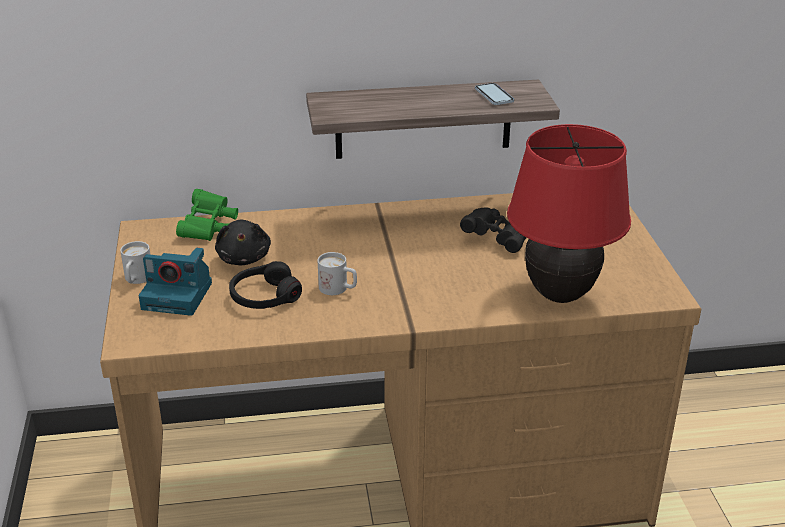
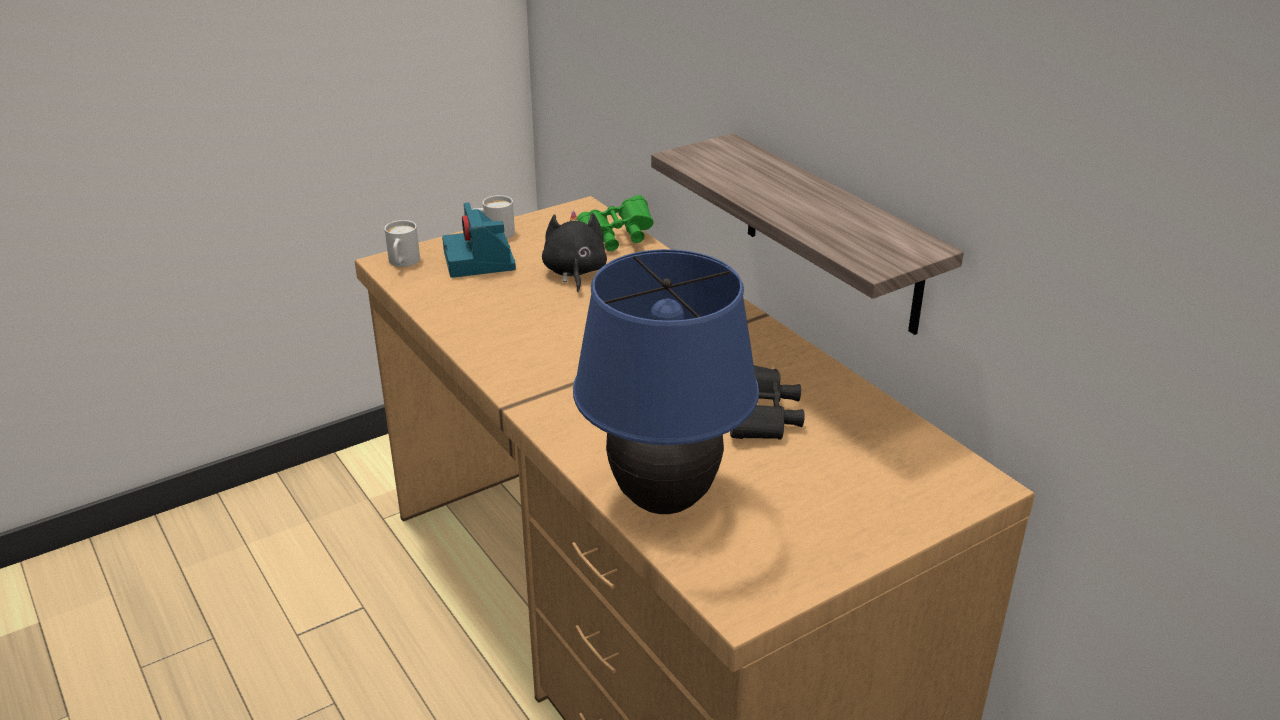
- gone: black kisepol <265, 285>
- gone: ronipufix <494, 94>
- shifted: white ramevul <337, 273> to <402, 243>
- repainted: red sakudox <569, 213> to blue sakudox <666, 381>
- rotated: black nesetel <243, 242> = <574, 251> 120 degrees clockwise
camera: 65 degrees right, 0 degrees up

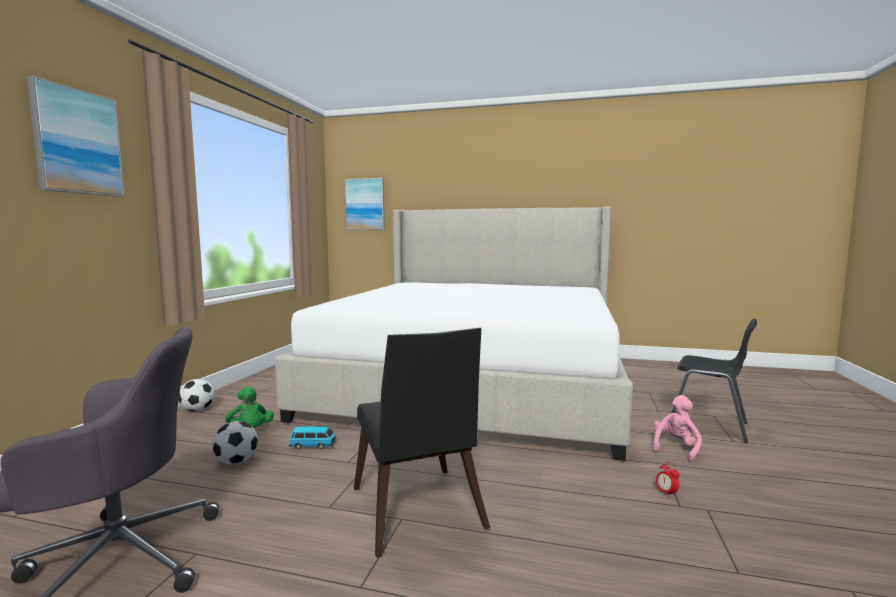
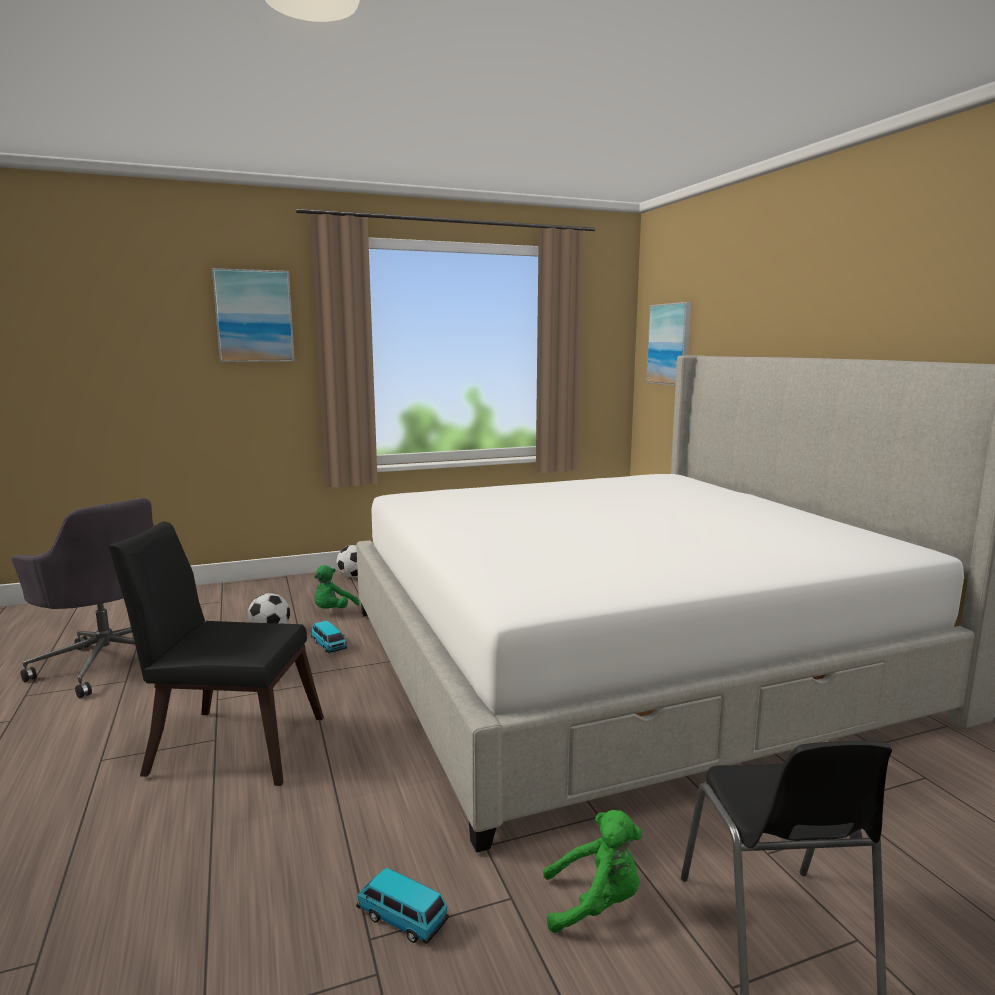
- swapped: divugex <668, 480> to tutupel <402, 906>
- repainted: pink nesetel <677, 428> to green nesetel <592, 871>
- rotated: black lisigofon <422, 443> = <216, 653> 60 degrees clockwise
camera: 55 degrees right, 5 degrees up

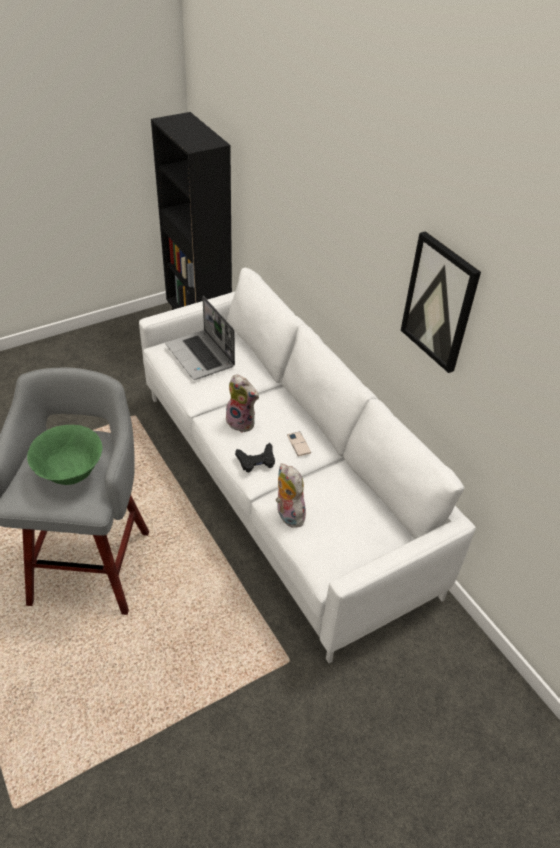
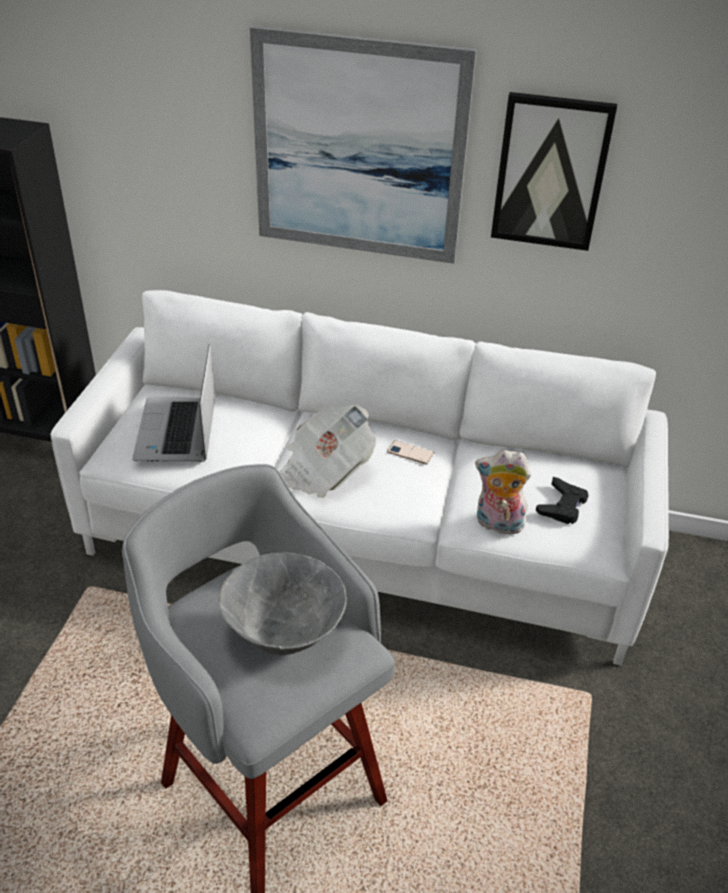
- new: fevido <363, 145>
- shifted: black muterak <255, 457> to <562, 500>
- swapped: nesetel <242, 403> to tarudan <327, 451>
- repainted: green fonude <65, 455> to grey fonude <283, 603>
- rotated: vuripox <200, 338> = <174, 403> 75 degrees clockwise
camera: 45 degrees left, 5 degrees down

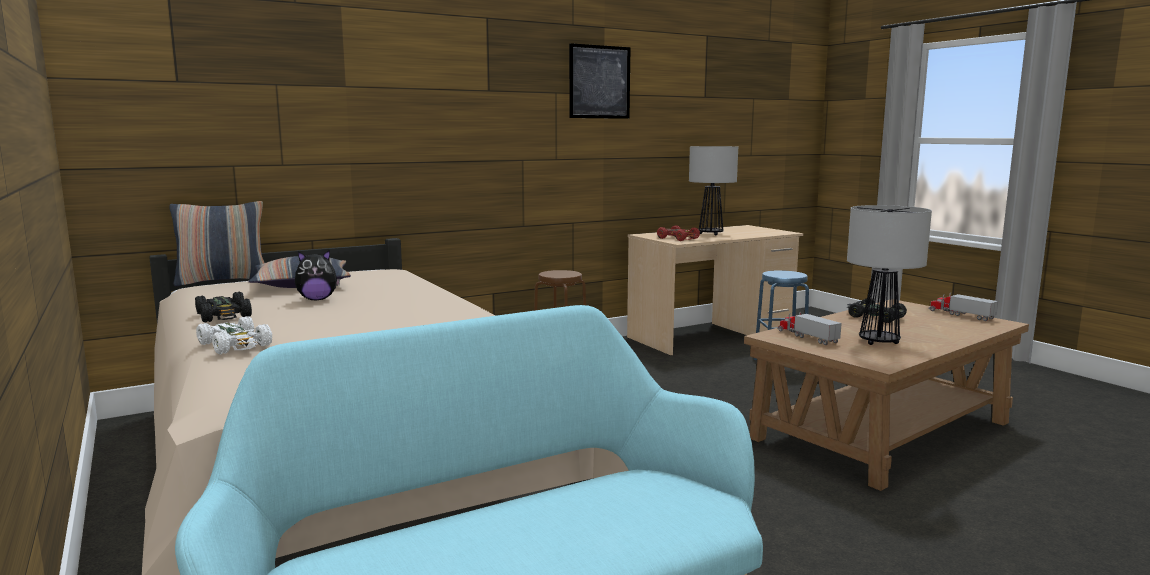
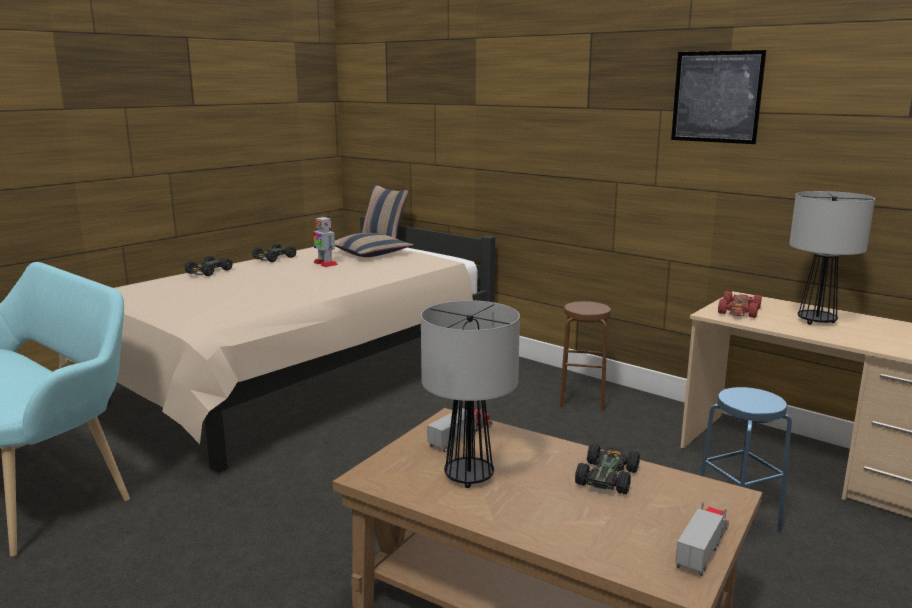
- swapped: nesetel <317, 275> to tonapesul <325, 241>
- repainted: white tutupel <234, 335> to black tutupel <209, 266>
camera: 70 degrees right, 5 degrees up

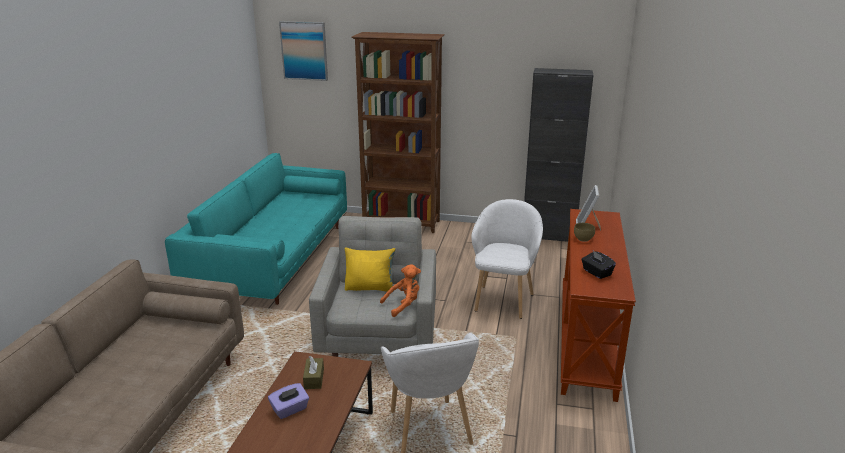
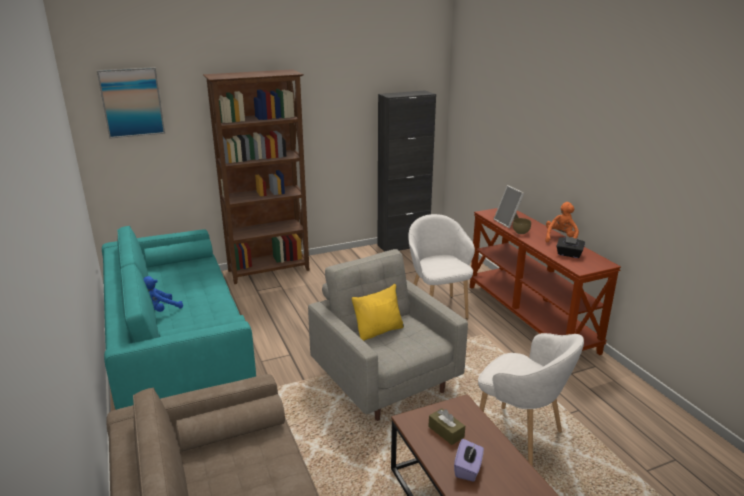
- new: blue nesetel <163, 294>
- shifted: orange nesetel <400, 290> to <562, 222>
camera: 35 degrees left, 0 degrees up

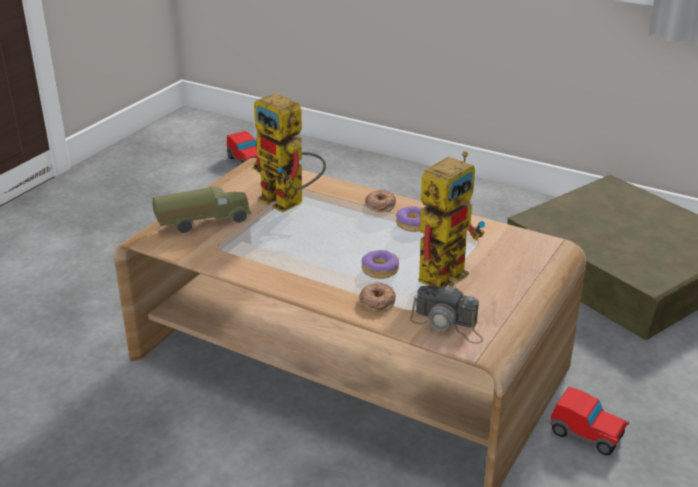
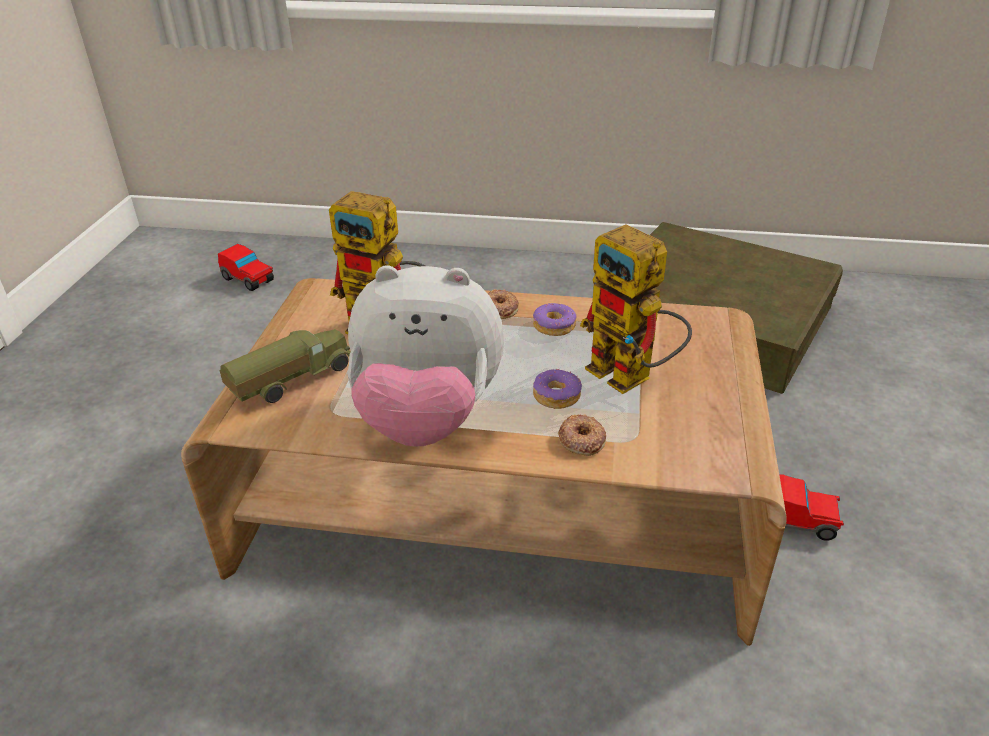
- gone: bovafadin <446, 314>
- new: nesetel <425, 356>
- rotated: tonapesul <451, 220> = <636, 309> 120 degrees clockwise
camera: 20 degrees left, 5 degrees up

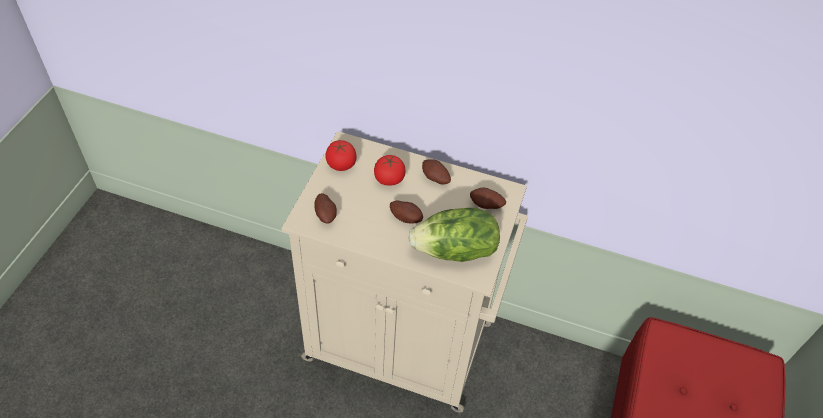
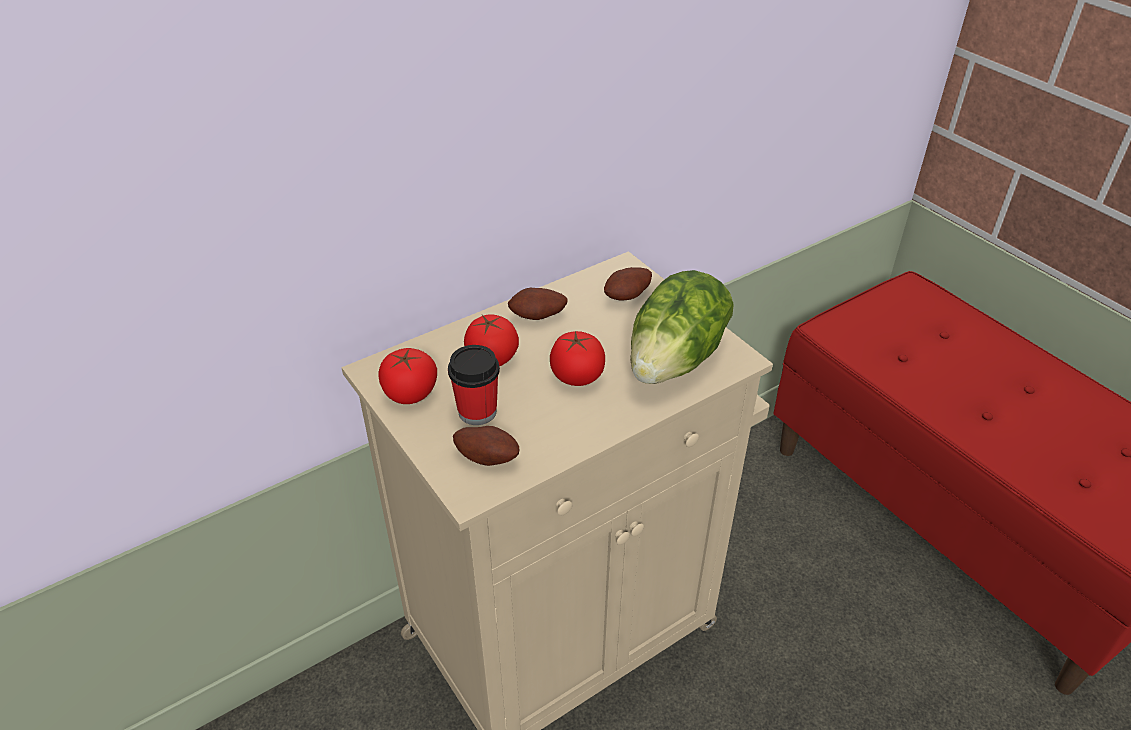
- new: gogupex <474, 385>
- swapped: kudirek <406, 211> to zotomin <577, 358>
camera: 50 degrees left, 10 degrees down

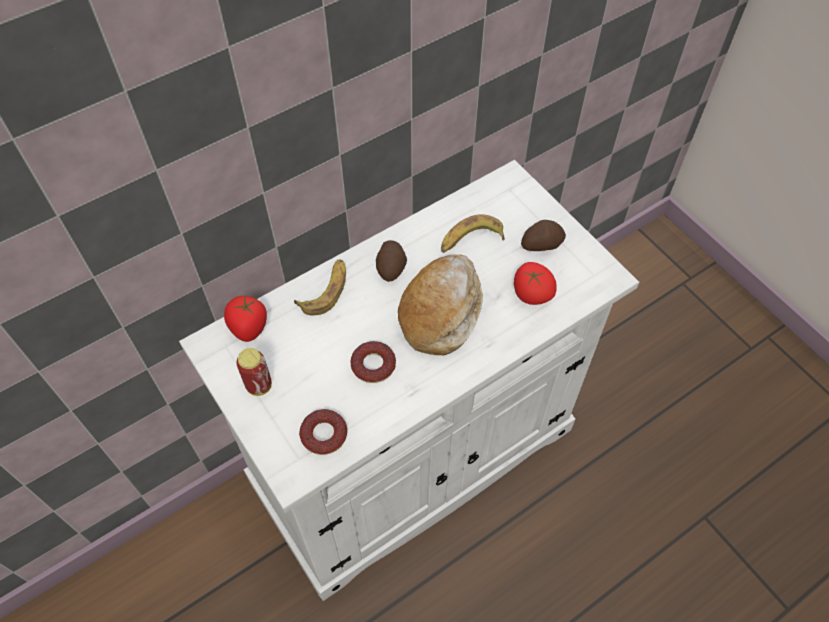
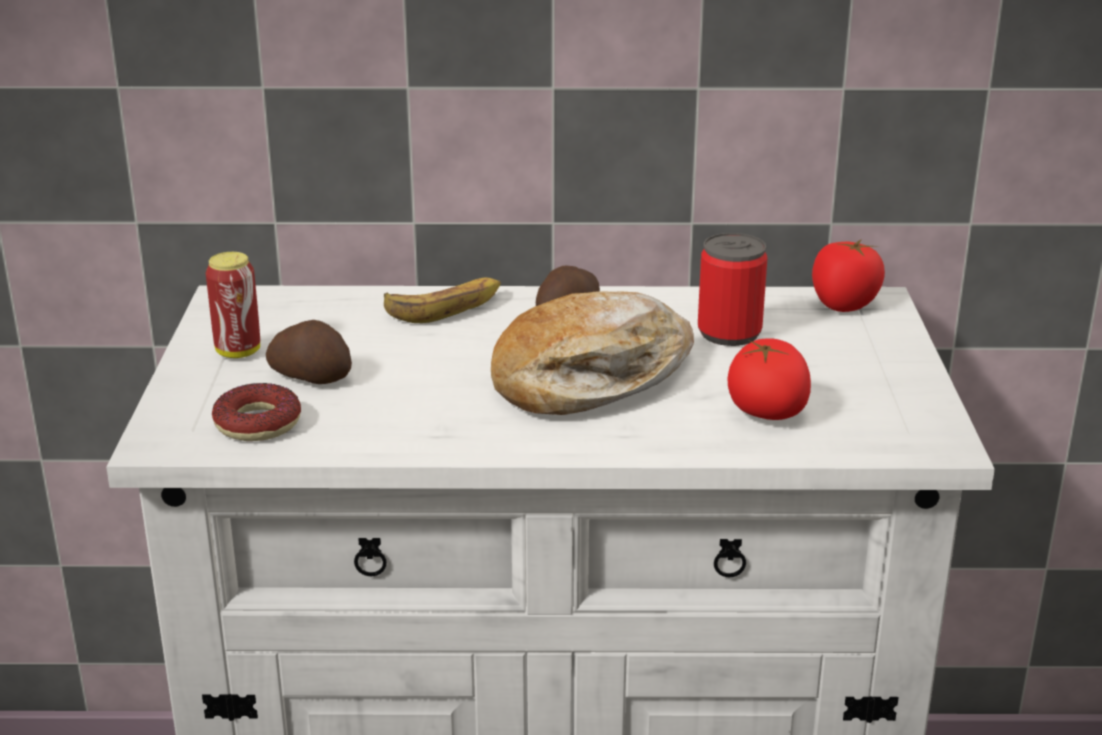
- gone: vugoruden <373, 362>
- shifted: zotomin <245, 319> to <848, 275>
- shifted: kudirek <543, 235> to <309, 352>
- swapped: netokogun <473, 233> to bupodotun <732, 289>
camera: 35 degrees right, 30 degrees down

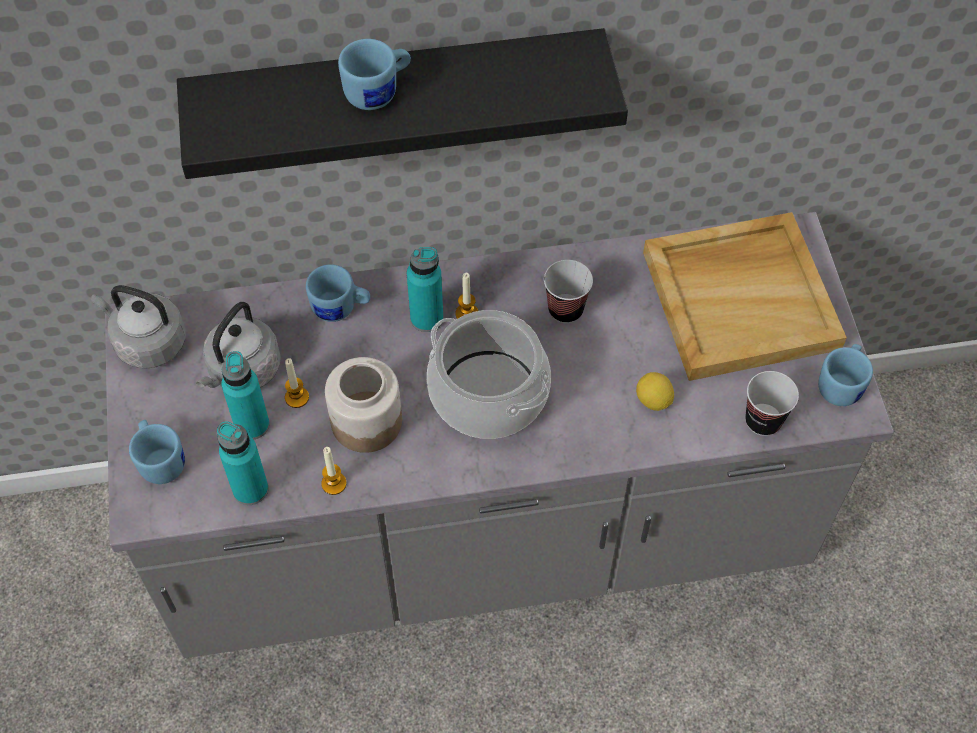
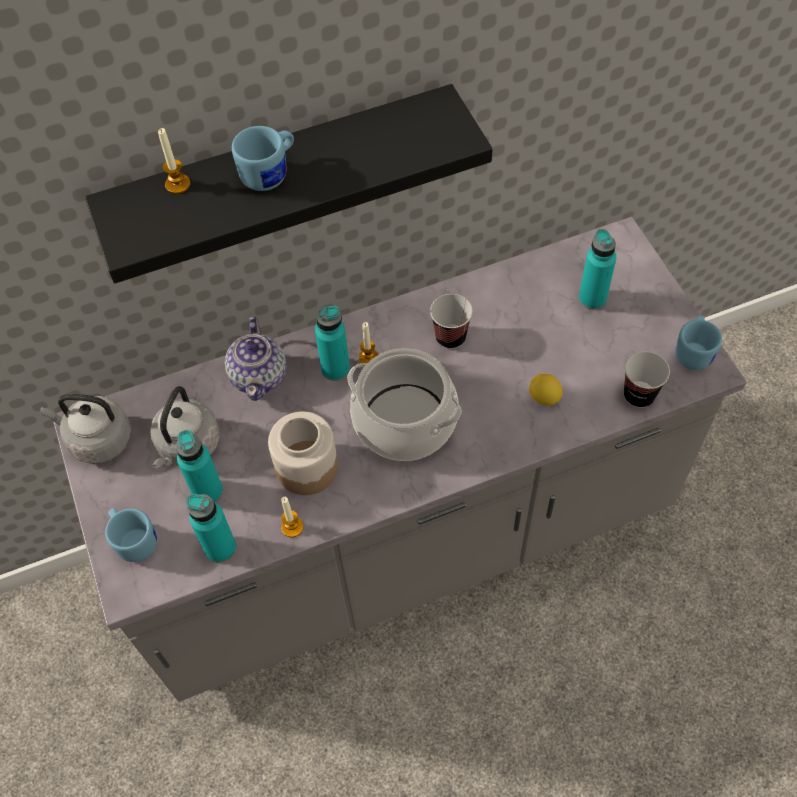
- shifted: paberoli <297, 383> to <174, 161>
- swapped: blue ramevul <338, 293> to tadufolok <256, 358>
- swapped: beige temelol <745, 296> to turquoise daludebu <597, 269>
camera: 10 degrees left, 0 degrees up

